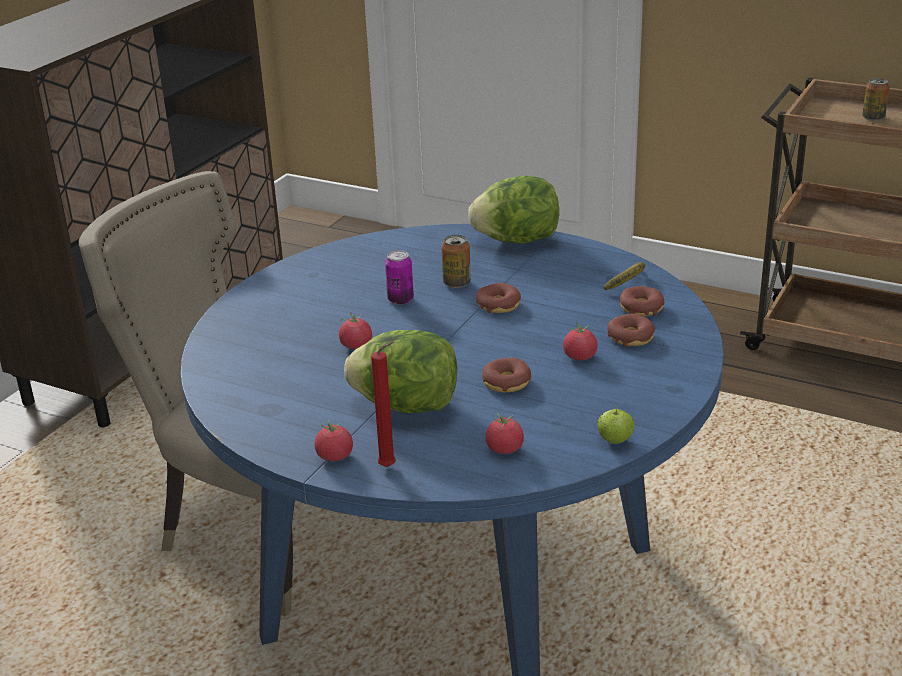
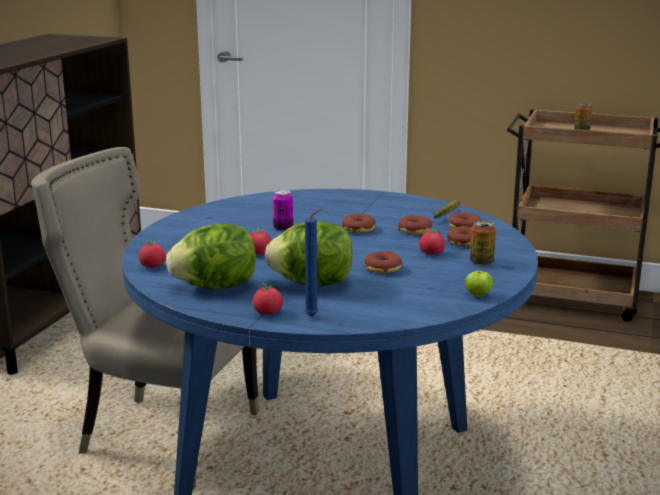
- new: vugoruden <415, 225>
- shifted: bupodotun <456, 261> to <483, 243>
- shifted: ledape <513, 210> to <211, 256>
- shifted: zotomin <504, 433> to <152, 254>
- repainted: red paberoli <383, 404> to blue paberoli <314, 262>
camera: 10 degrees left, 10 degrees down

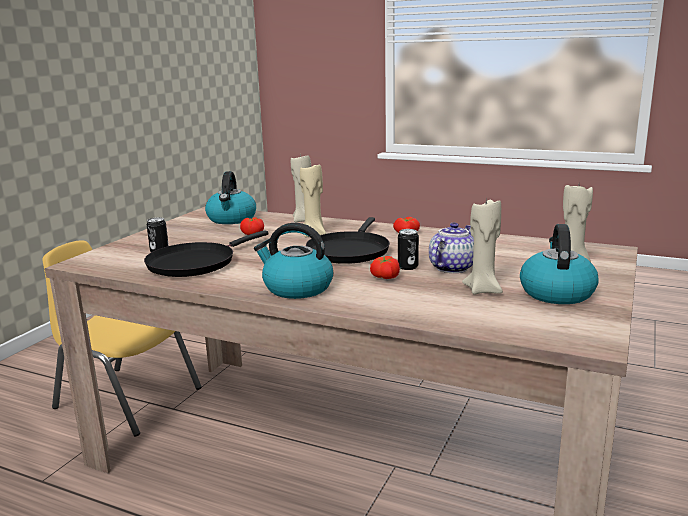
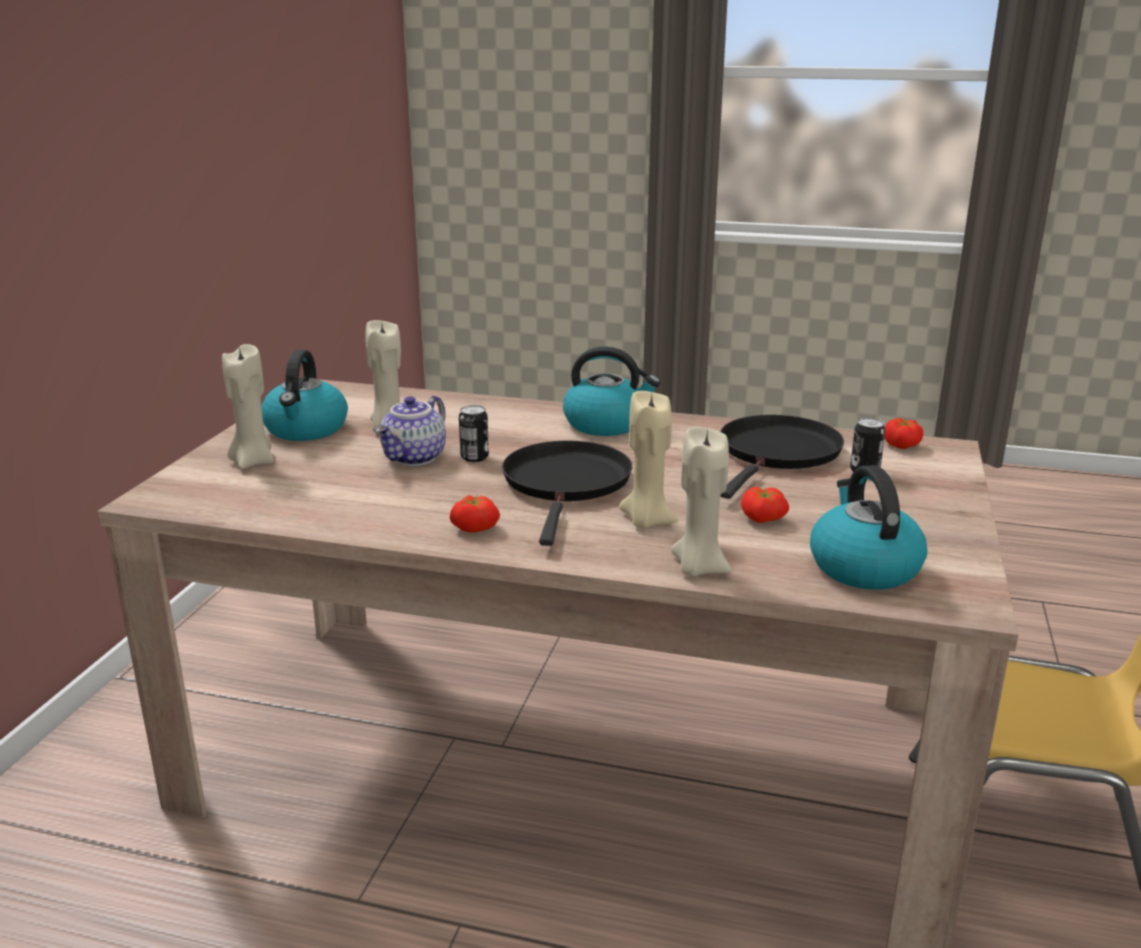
- shifted: zotomin <385, 267> to <904, 433>
camera: 170 degrees right, 5 degrees up

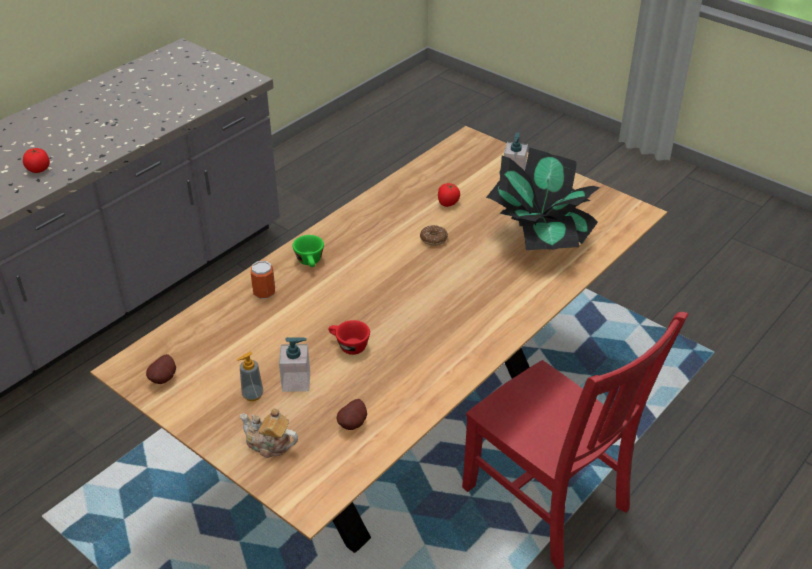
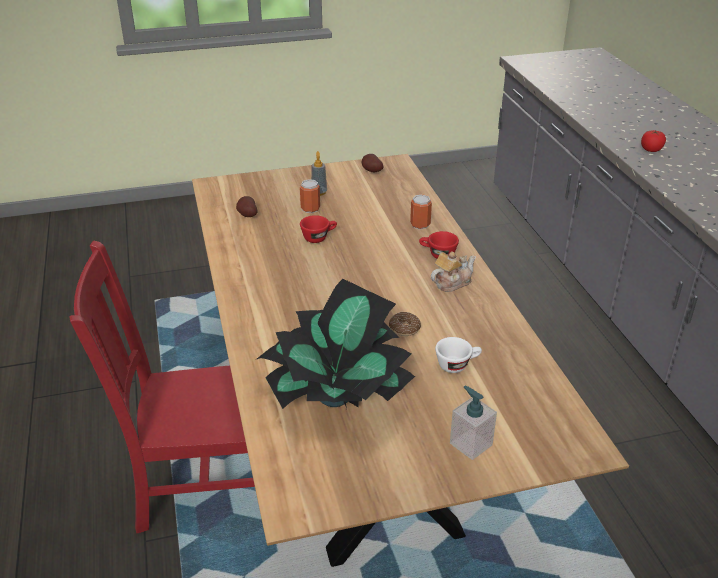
- shifted: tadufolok <269, 433> to <453, 271>
- swapped: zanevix <294, 364> to bupodotun <310, 196>
- swapped: zotomin <449, 195> to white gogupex <458, 355>
- repainted: green gogupex <308, 251> to red gogupex <439, 245>
camera: 125 degrees right, 5 degrees down

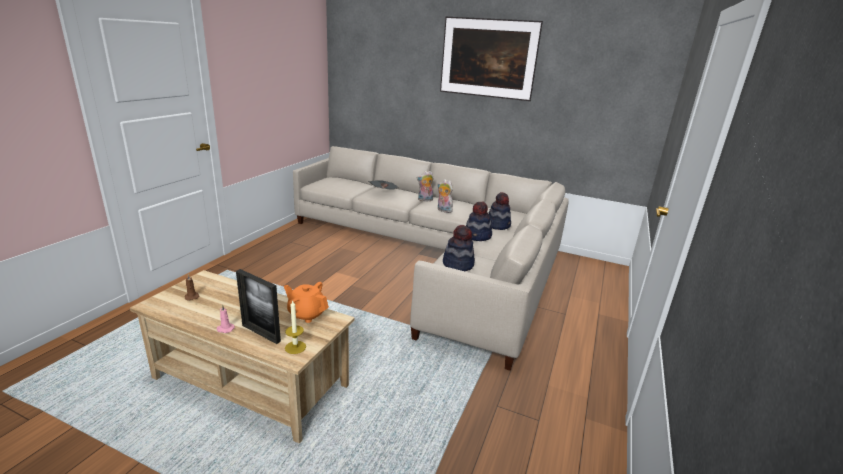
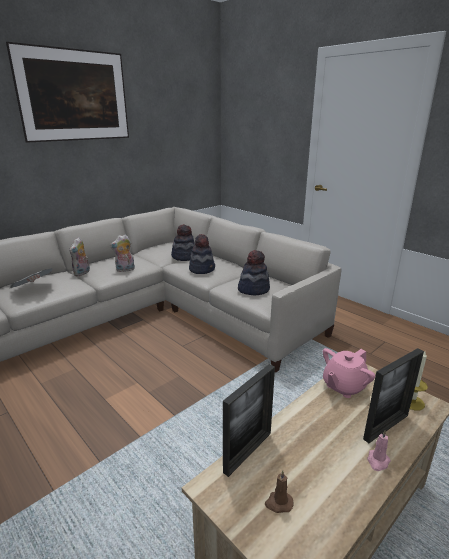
- new: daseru <249, 420>
- repainted: orange tadufolok <306, 302> to pink tadufolok <349, 373>
camera: 65 degrees left, 0 degrees up

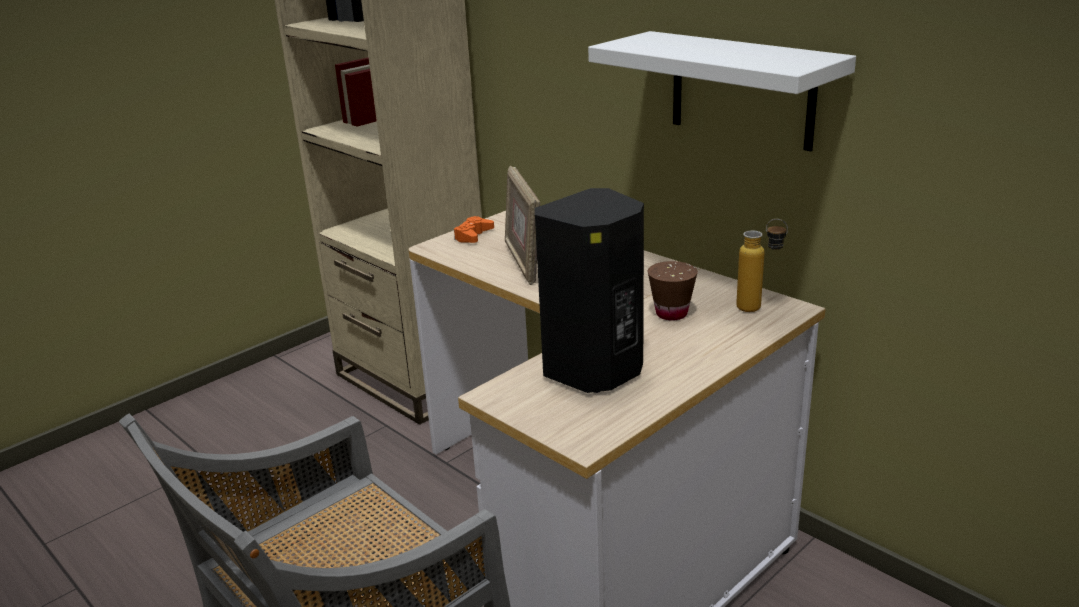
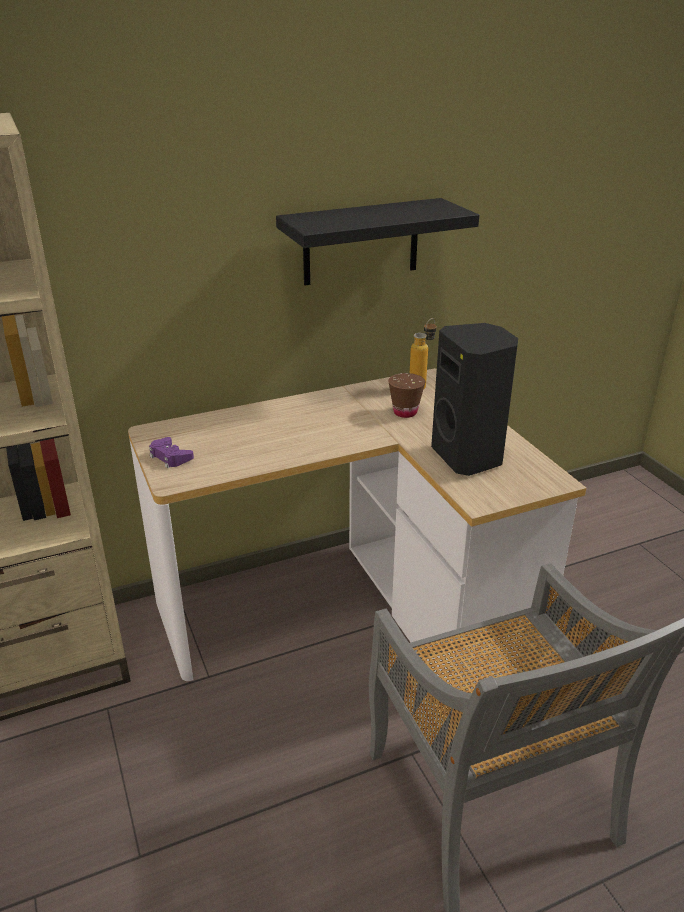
- gone: daseru <522, 225>
- repainted: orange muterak <474, 229> to purple muterak <171, 452>
- repainted: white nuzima <722, 91> to black nuzima <377, 241>
camera: 70 degrees left, 5 degrees up

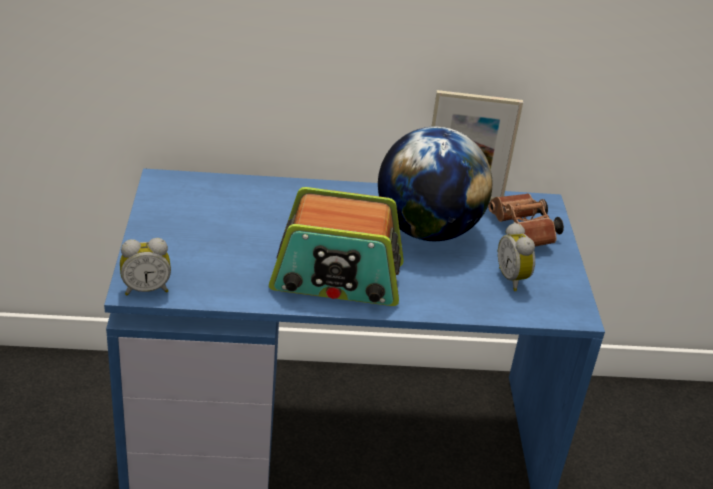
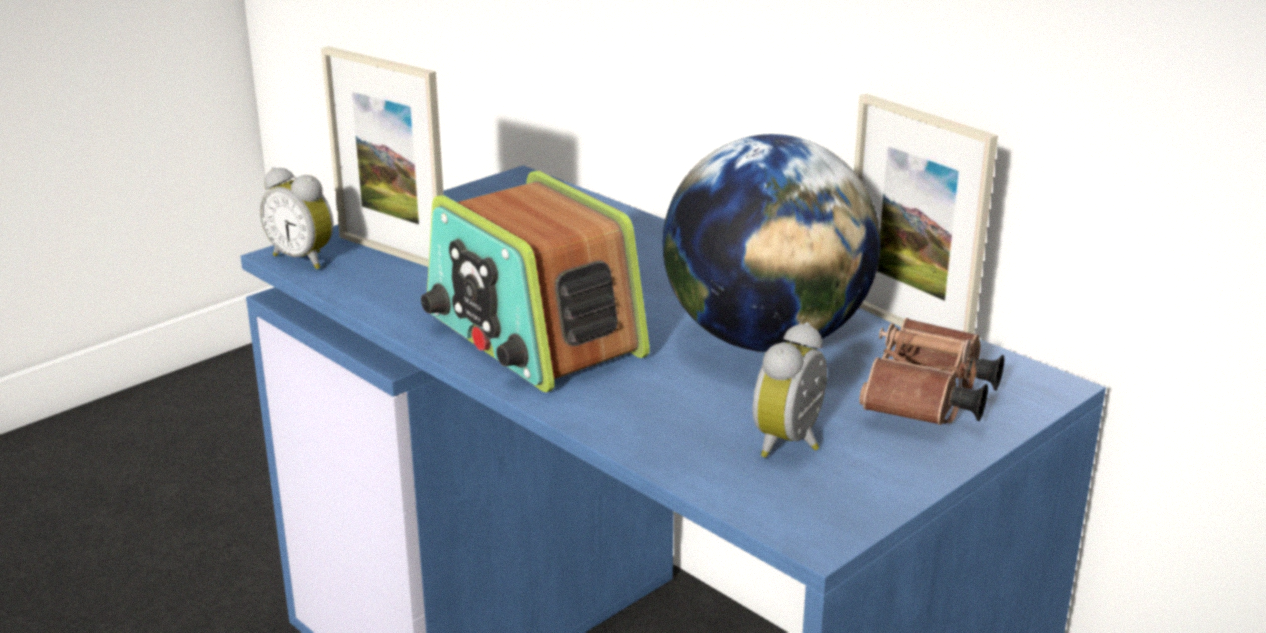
- new: daseru <382, 156>
camera: 50 degrees right, 10 degrees down

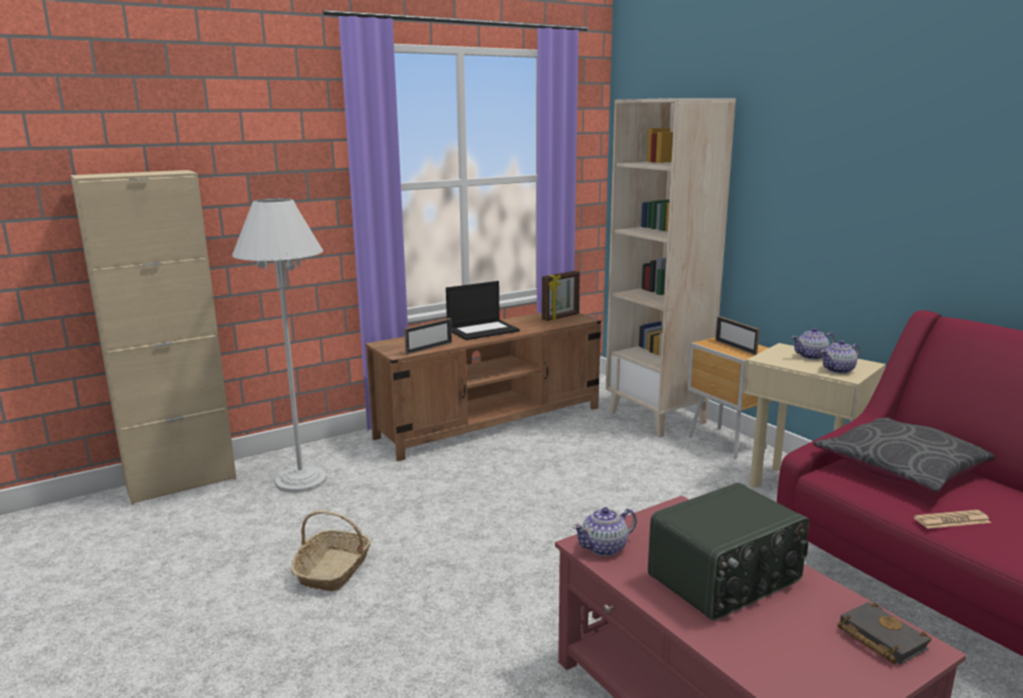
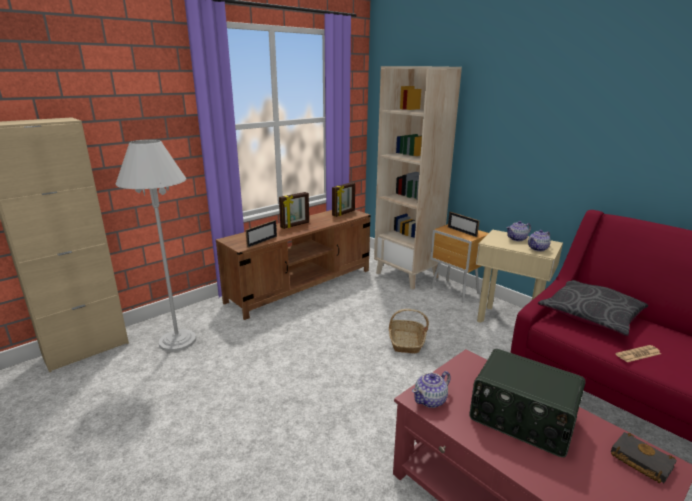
- shifted: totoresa <331, 550> to <409, 331>
- swapped: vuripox <483, 310> to daseru <294, 210>
- rotated: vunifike <728, 551> = <527, 403> 75 degrees clockwise
camera: 10 degrees left, 5 degrees up

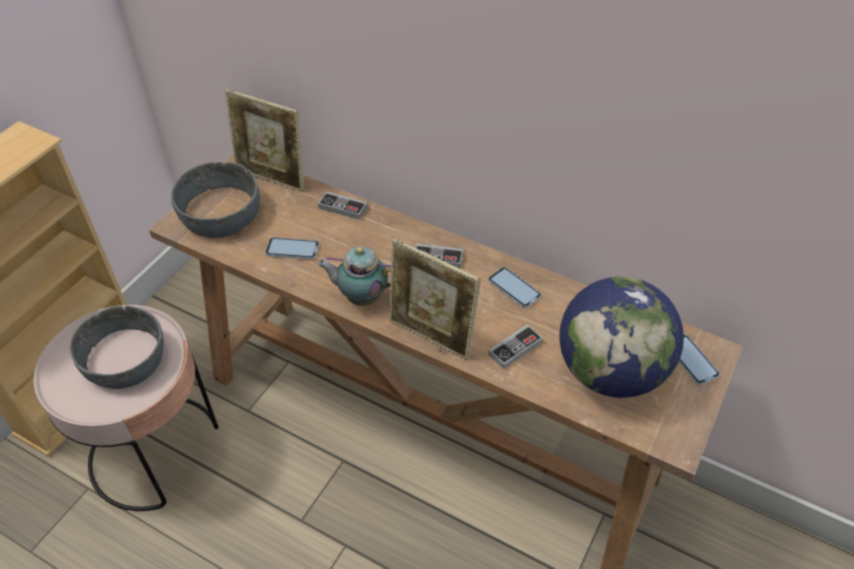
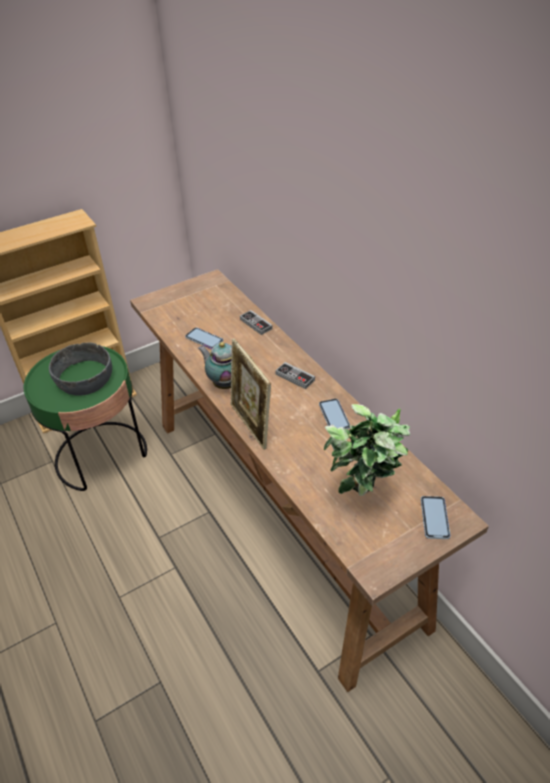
- gone: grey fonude <215, 200>
- gone: daseru <264, 140>
- gone: muterak <515, 346>
- swapped: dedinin <621, 337> to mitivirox <367, 450>
- repainted: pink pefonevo <126, 408> to green pefonevo <85, 418>
camera: 30 degrees right, 5 degrees down

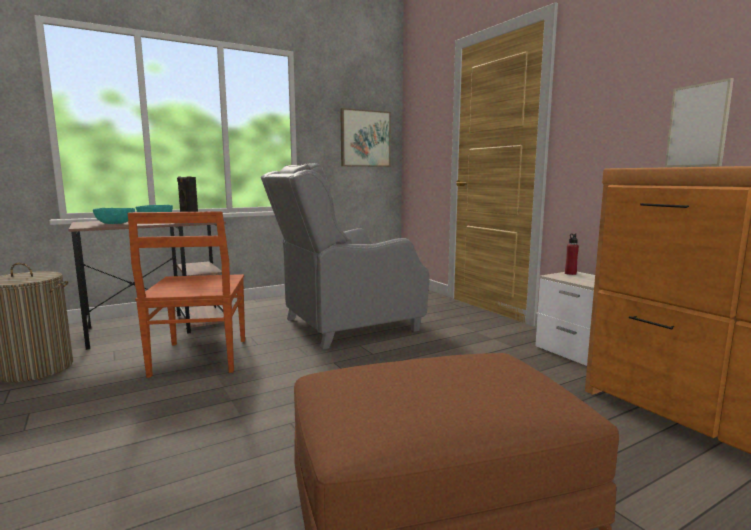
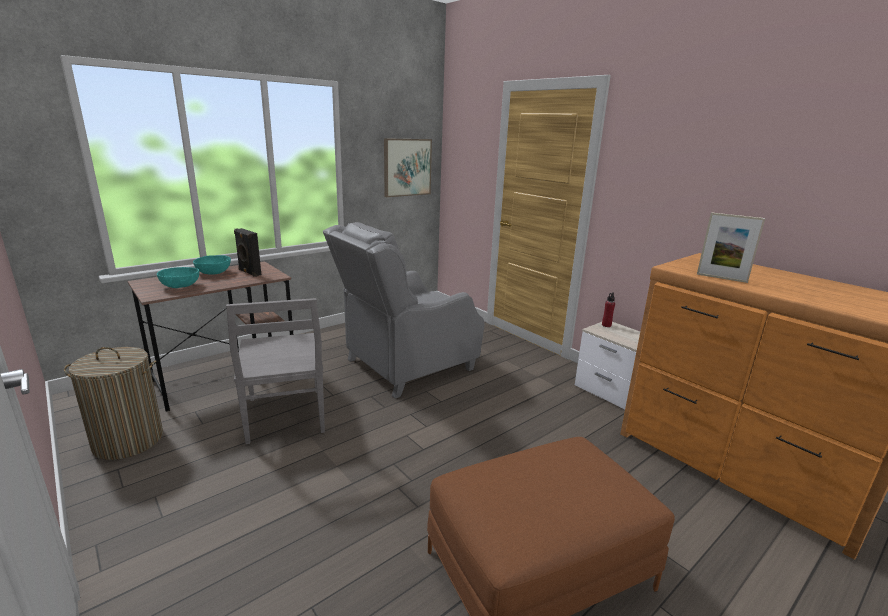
- repainted: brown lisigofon <186, 294> to grey lisigofon <275, 371>
- rotated: daseru <699, 122> = <731, 247> 150 degrees clockwise
camera: 10 degrees left, 10 degrees up

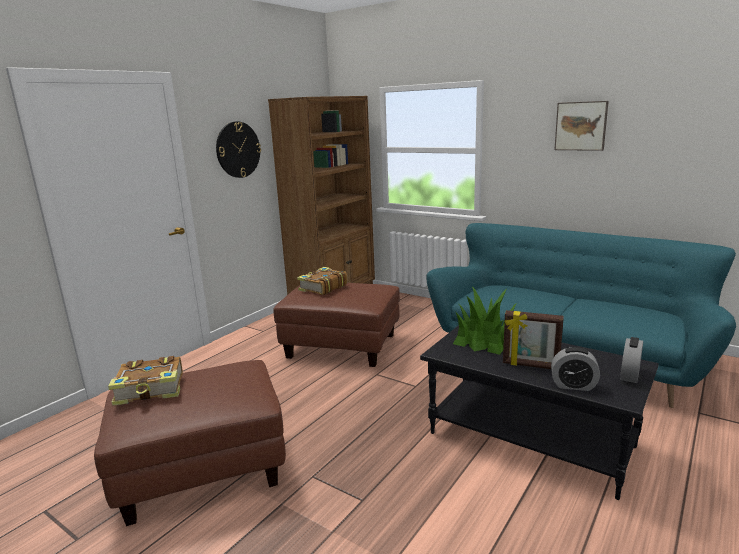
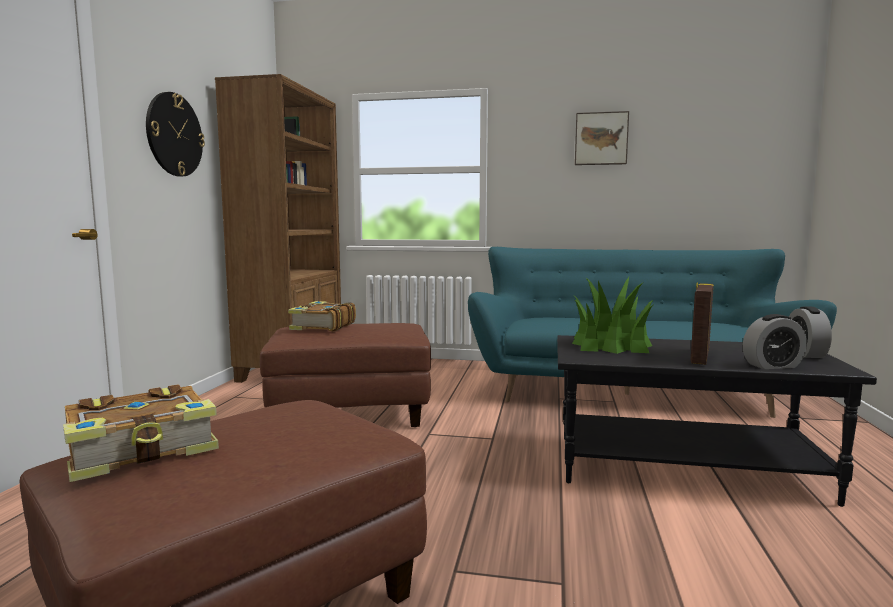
- rotated: daseru <533, 339> = <702, 323> 120 degrees clockwise
camera: 25 degrees left, 10 degrees down

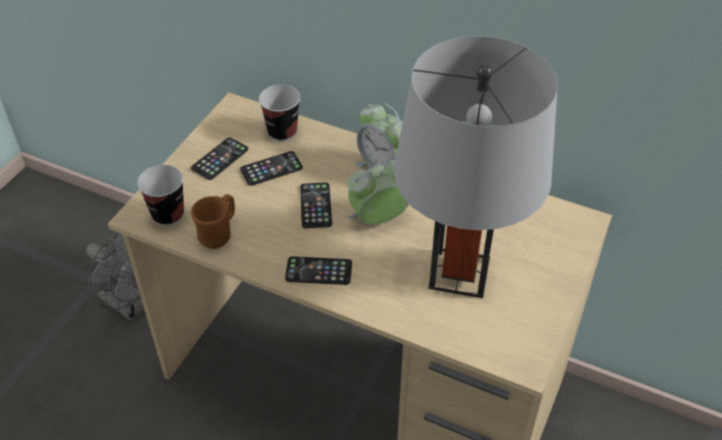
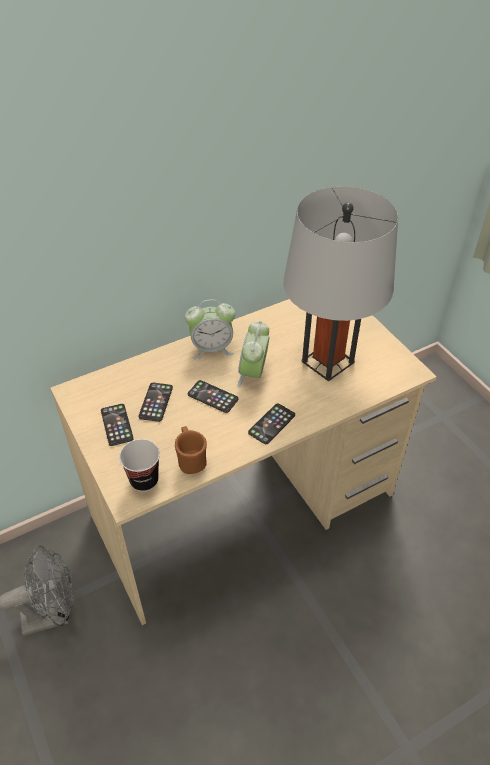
- gone: gogupex <279, 113>
camera: 55 degrees left, 0 degrees up

